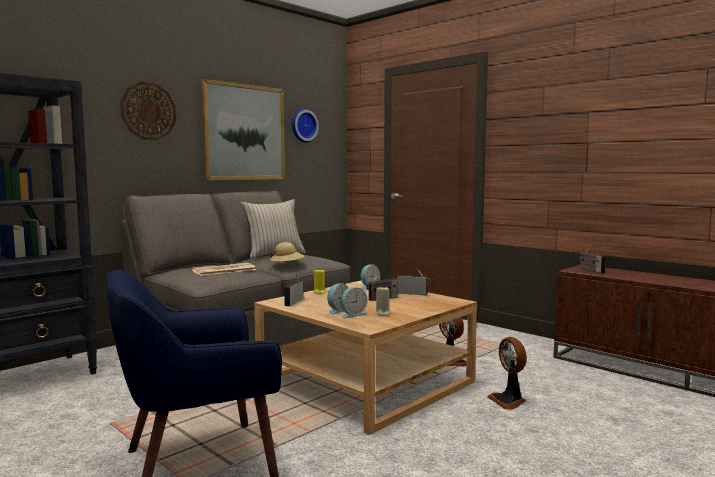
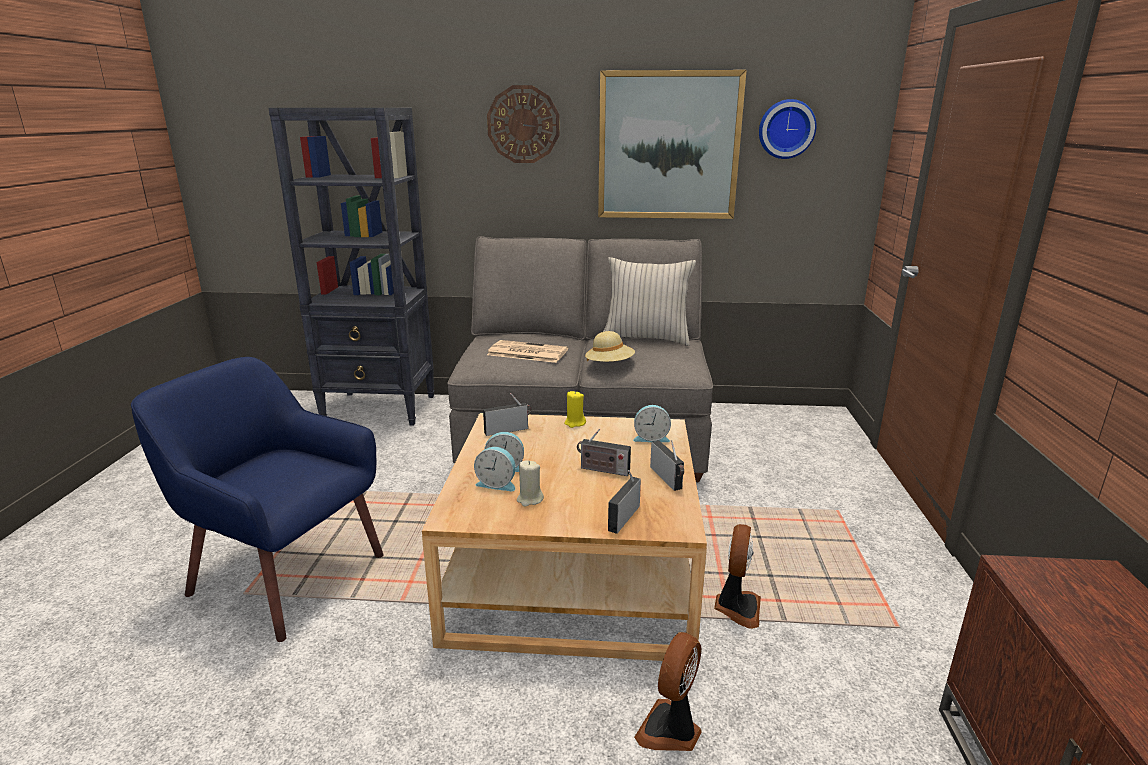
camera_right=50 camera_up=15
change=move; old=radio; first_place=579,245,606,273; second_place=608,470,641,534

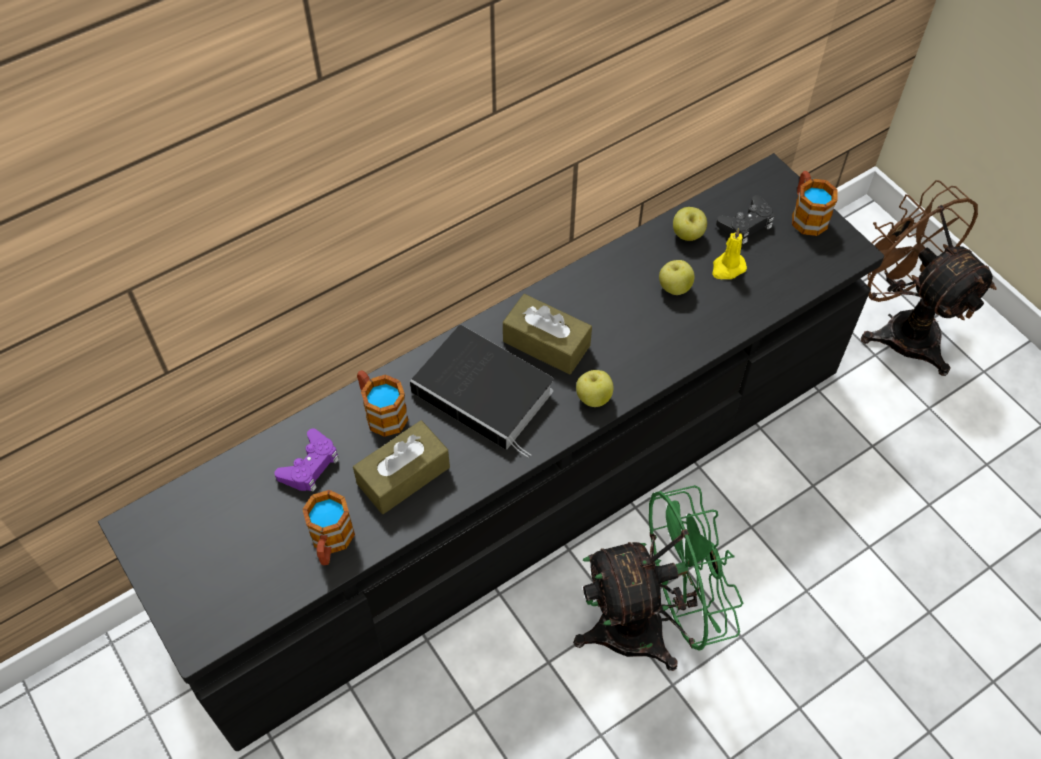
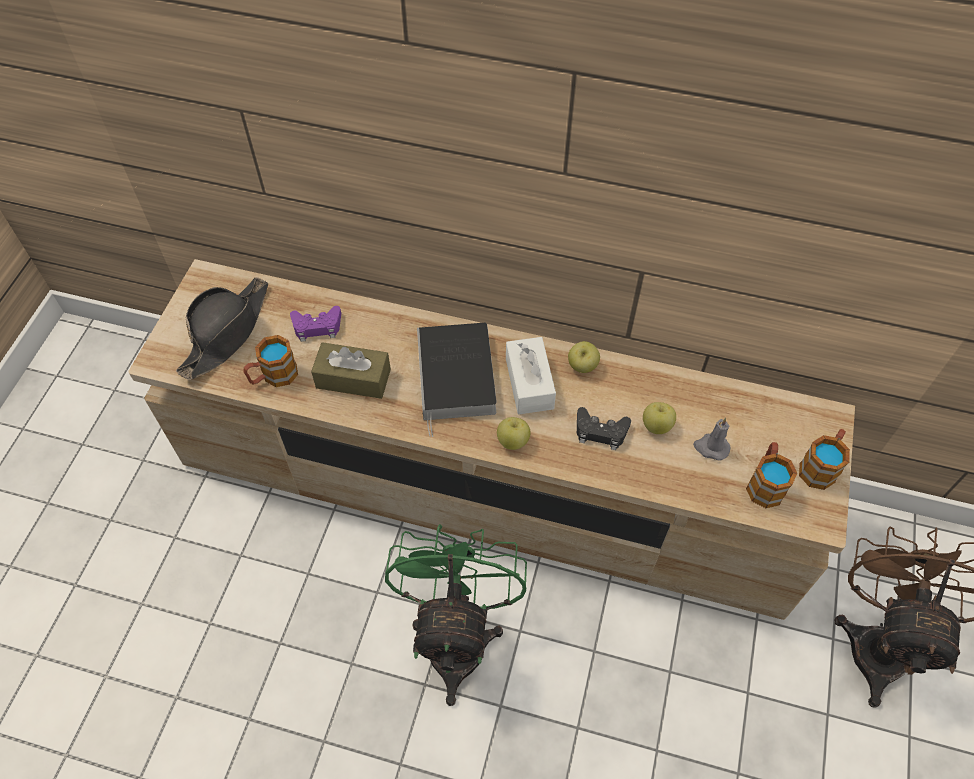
camera_right=50 camera_up=0
change=recolor; old=black tv stand; new=beige tv stand; first_place=98,153,884,751; second_place=129,259,855,620
change=insert; new=black hat; second_place=176,277,268,380
change=rotate; old=green fan; first_place=573,485,743,671; second_place=385,524,527,706; degrees=-120
change=recolor; old=brown tissue box; new=white tissue box; first_place=503,294,592,375; second_place=506,337,556,414
change=move; old=apple; first_place=673,207,707,241; second_place=568,341,600,373
change=move; old=black game controller; first_place=716,195,774,244; second_place=577,407,631,450
change=recolor; old=yellow candle; new=grey candle; first_place=712,228,747,279; second_place=693,418,730,461
change=move; old=mug; first_place=357,370,409,437; second_place=746,442,798,508

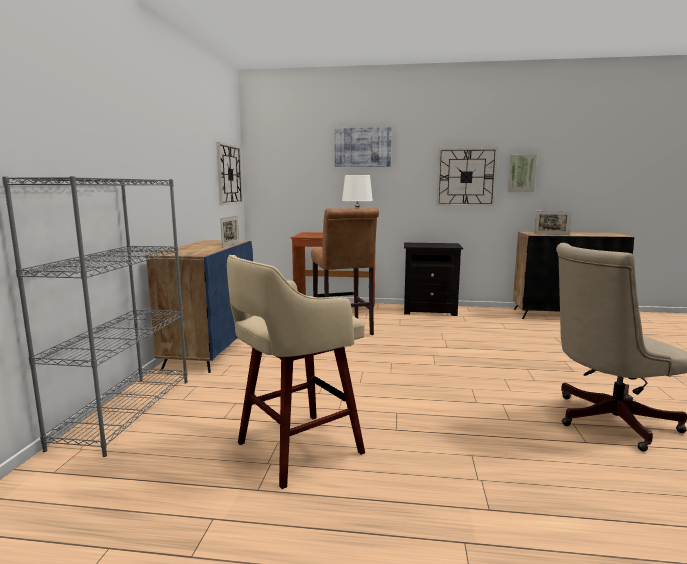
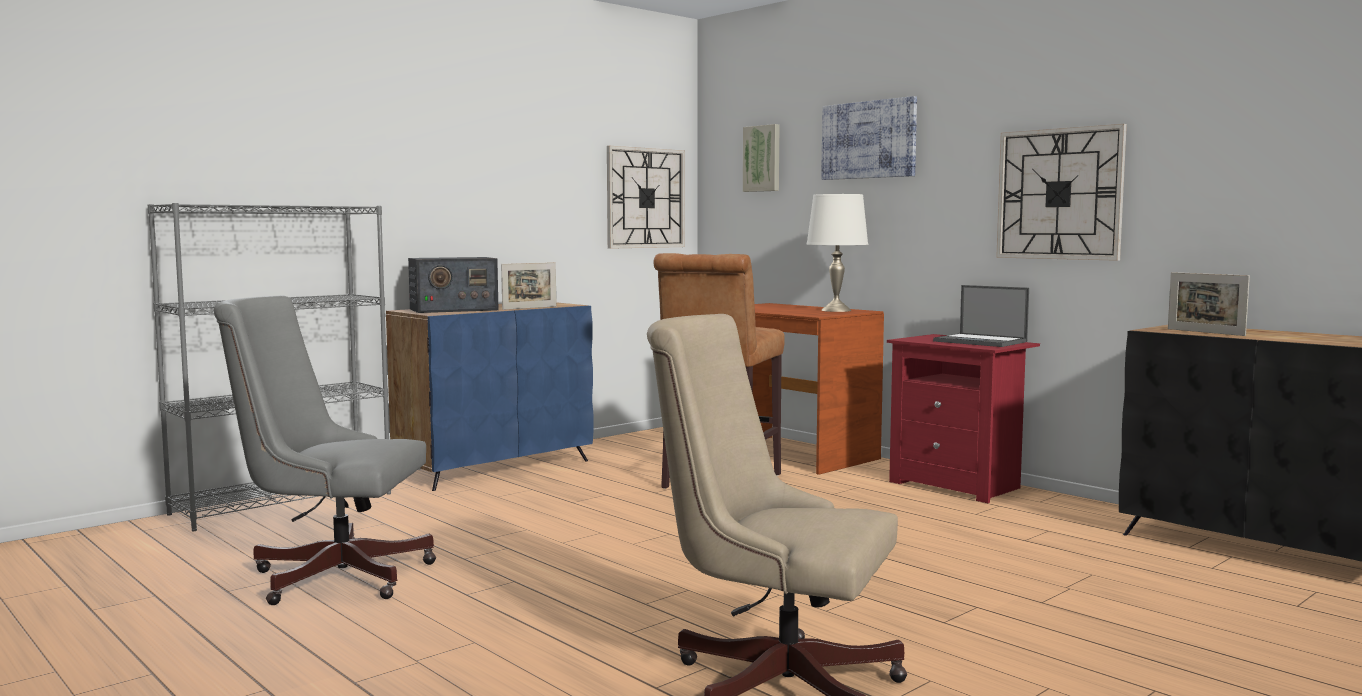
camera_right=40 camera_up=-5
change=replace; old=beige stool; new=grey office chair; first_place=227,255,365,489; second_place=213,295,436,605
change=insert; new=radio; second_place=408,257,499,313
change=move; old=picture; first_place=508,154,537,192; second_place=743,124,779,192
change=recolor; old=black nightstand; new=red nightstand; first_place=404,243,463,316; second_place=887,334,1040,503
change=insert; new=laptop; second_place=933,285,1029,347

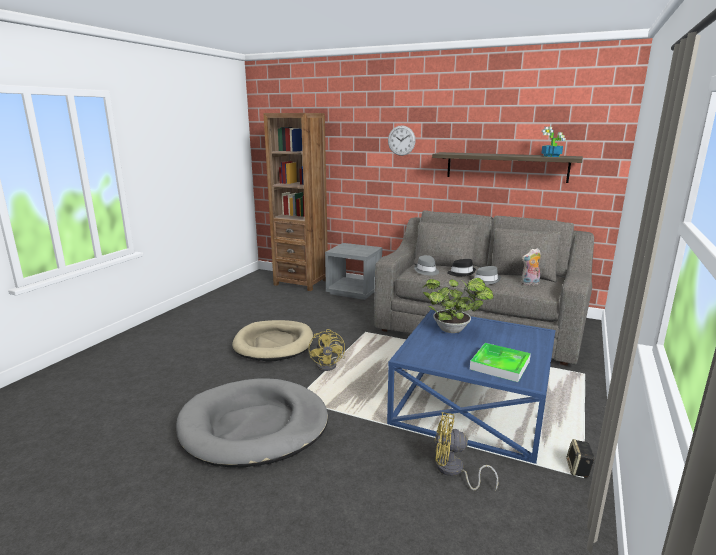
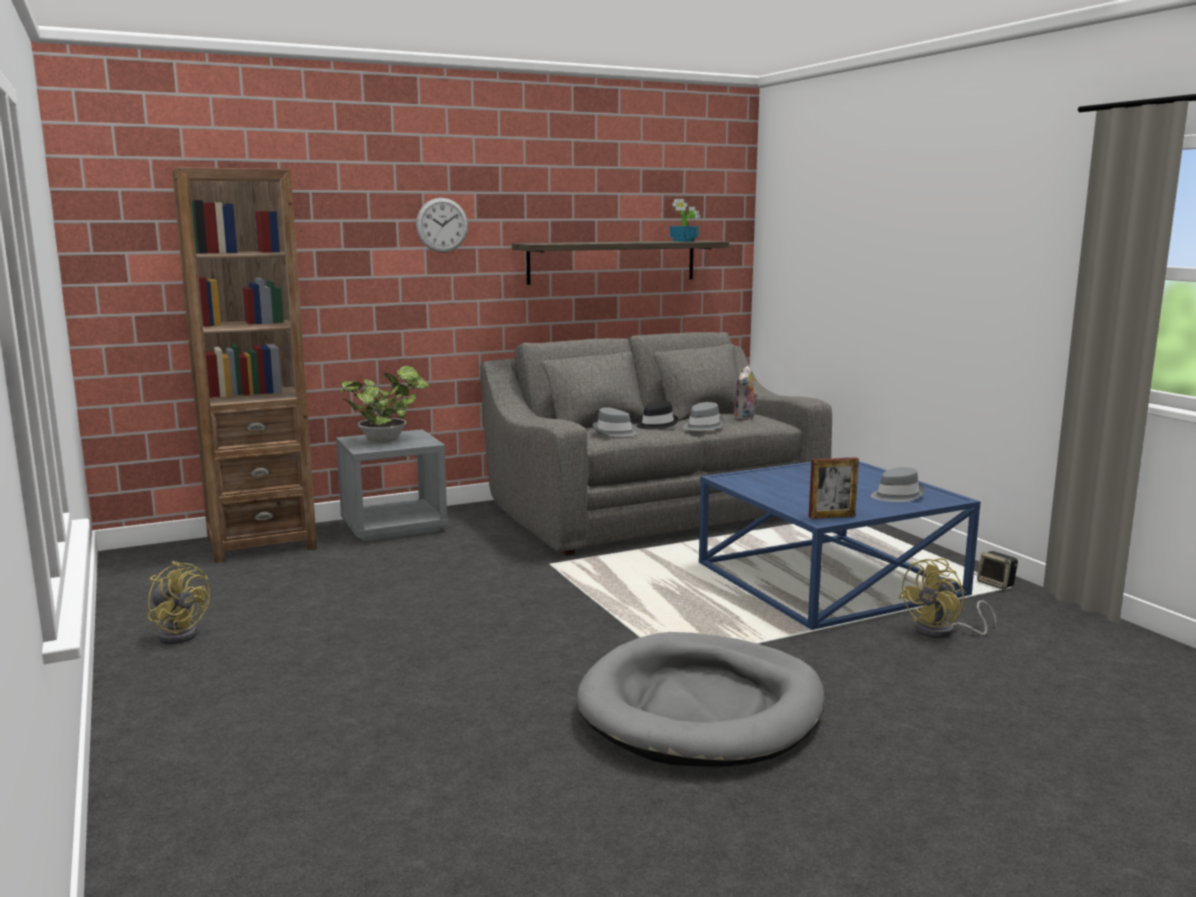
camera_right=-50 camera_up=-5
change=move; old=yellow fan; first_place=309,329,345,371; second_place=148,561,210,644
change=move; old=potted plant; first_place=423,278,493,333; second_place=340,366,429,443
change=insert; new=picture frame; second_place=809,457,859,519
change=replace; old=tray; new=grey hat; first_place=470,343,531,382; second_place=871,467,925,502
change=delete; old=beige dog bed; first_place=232,320,313,362

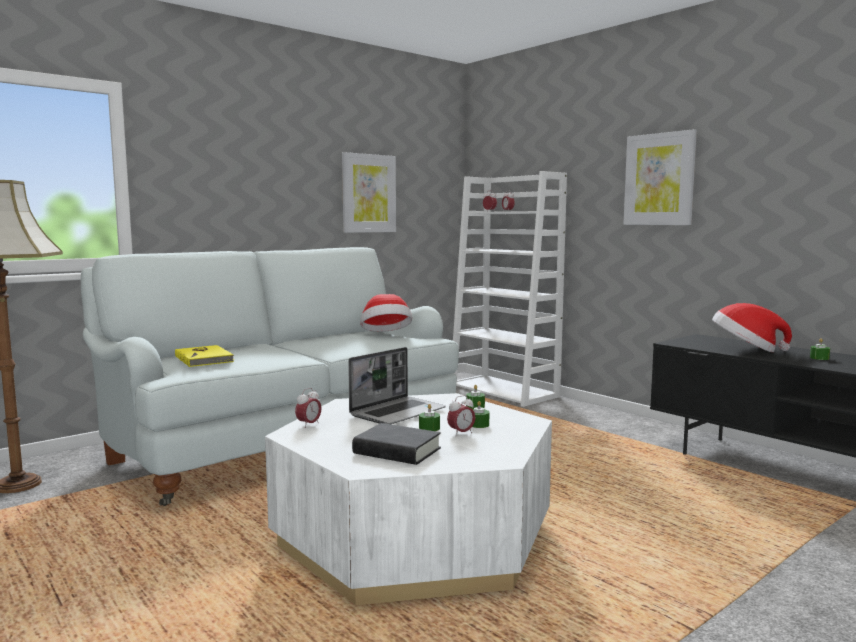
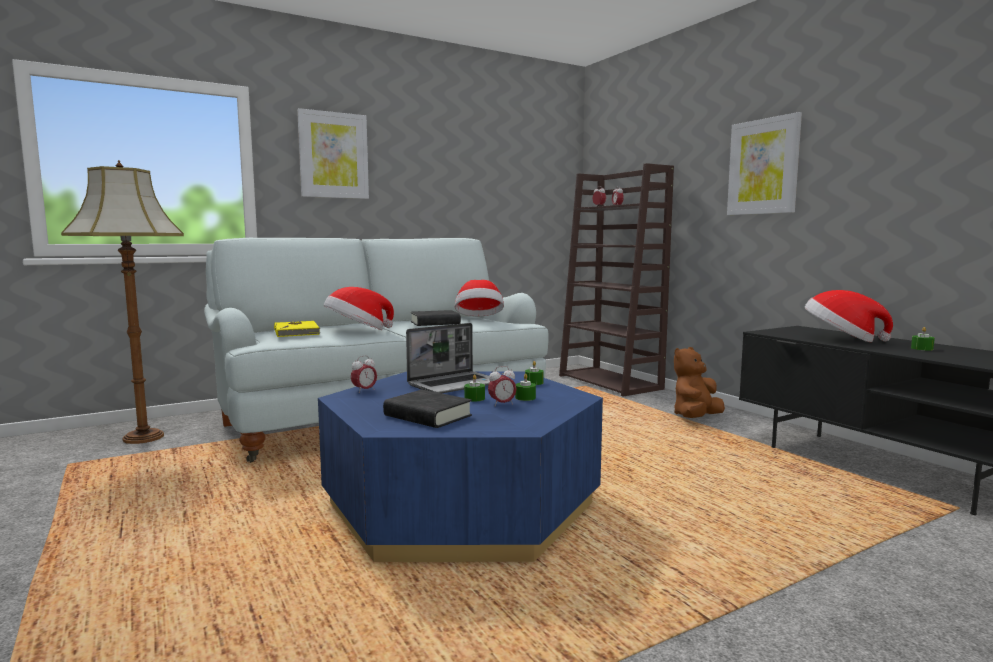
camera_right=10 camera_up=0
change=move; old=picture; first_place=342,152,396,233; second_place=297,108,369,199
change=recolor; old=white coffee table; new=blue coffee table; first_place=265,393,552,605; second_place=318,371,603,562
change=insert; new=hat; second_place=324,287,394,330
change=insert; new=black book; second_place=411,310,461,326
change=recolor; old=white bookcase; new=brown bookcase; first_place=453,171,567,407; second_place=559,163,674,397
change=insert; new=brown plush toy; second_place=674,347,725,418

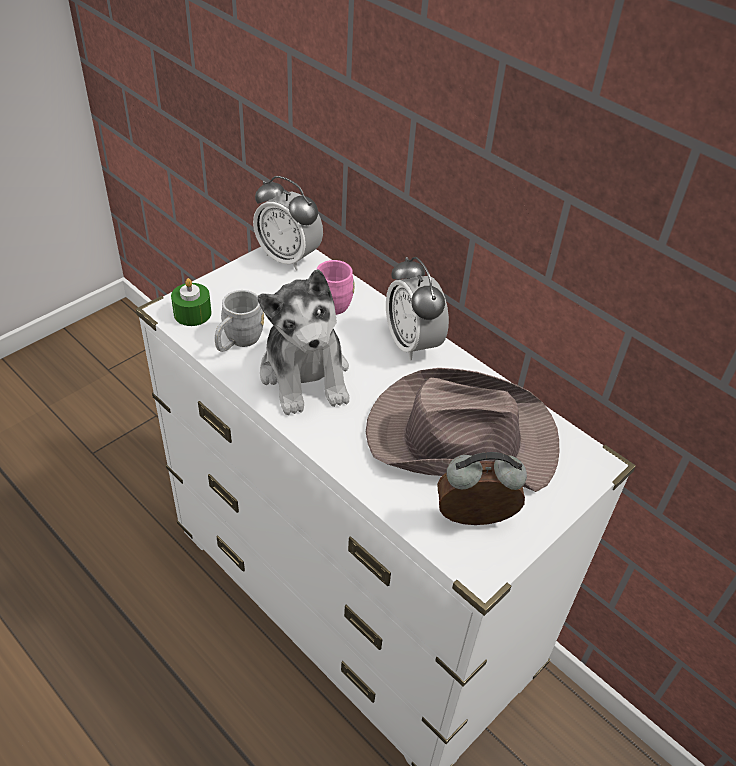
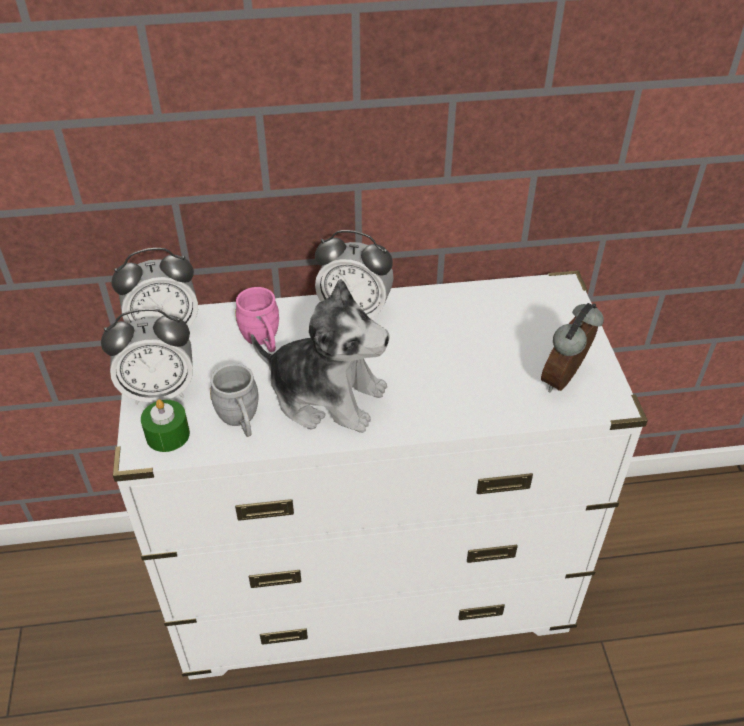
camera_right=-50 camera_up=0
change=insert; new=alarm clock; second_place=101,309,193,405
change=delete; old=brown hat; first_place=366,368,559,492

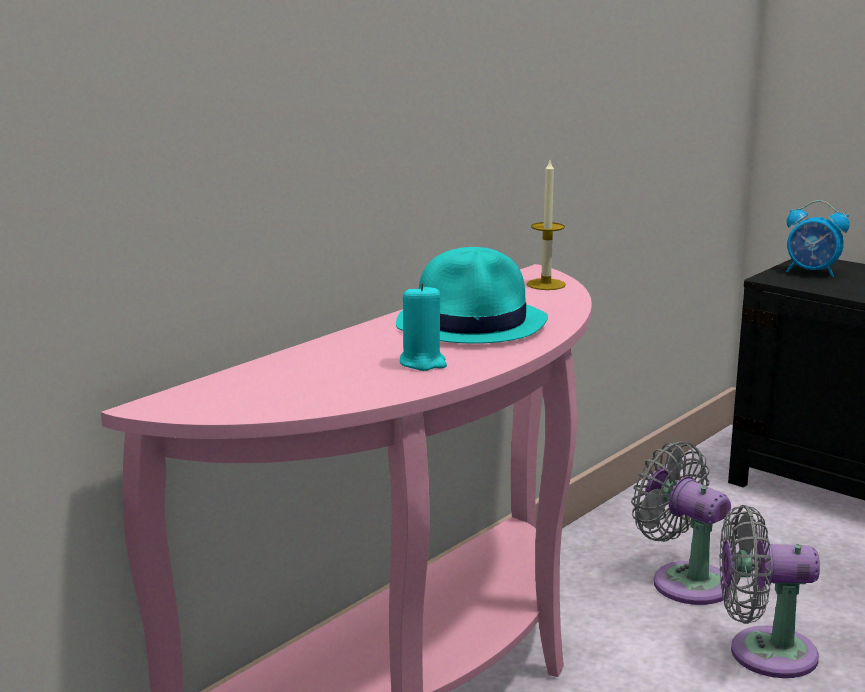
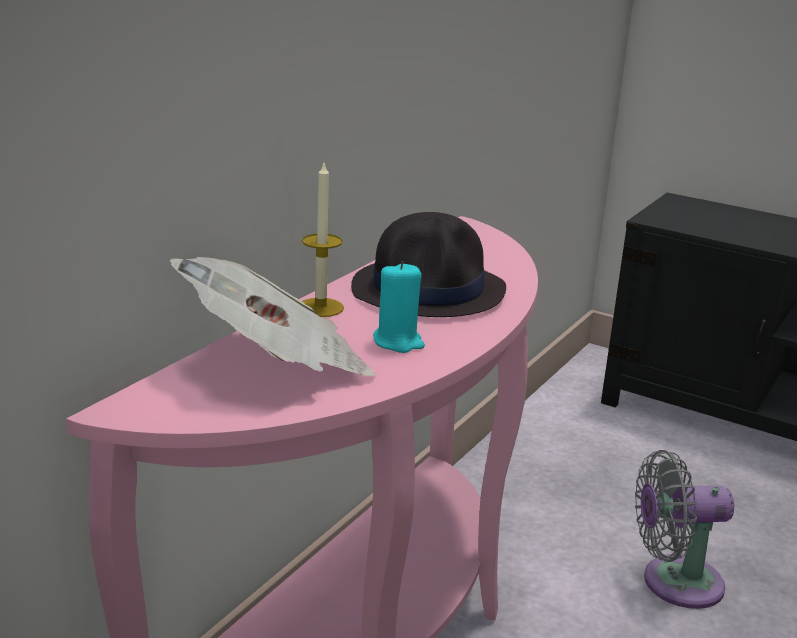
camera_right=-10 camera_up=5
change=insert; new=newspaper; second_place=170,257,377,376
change=move; old=candle; first_place=527,160,566,290; second_place=302,163,344,317
change=recolor; old=turquoise hat; new=black hat; first_place=396,247,548,344; second_place=351,212,506,317
change=delete; old=grey fan; first_place=631,441,732,605
change=delete; old=alarm clock; first_place=786,200,850,277

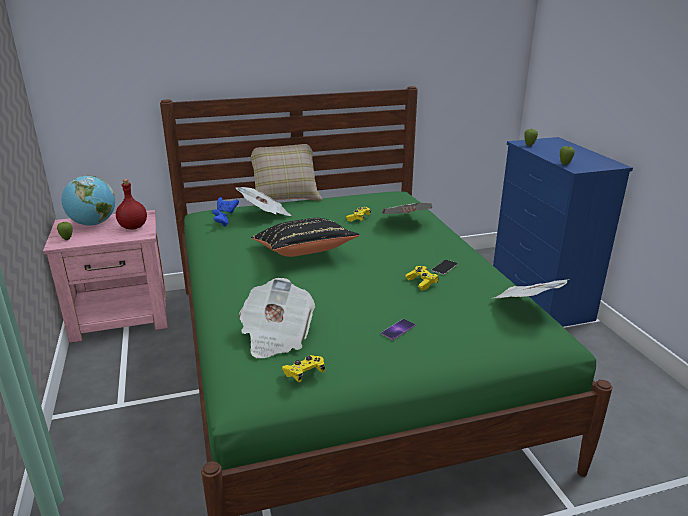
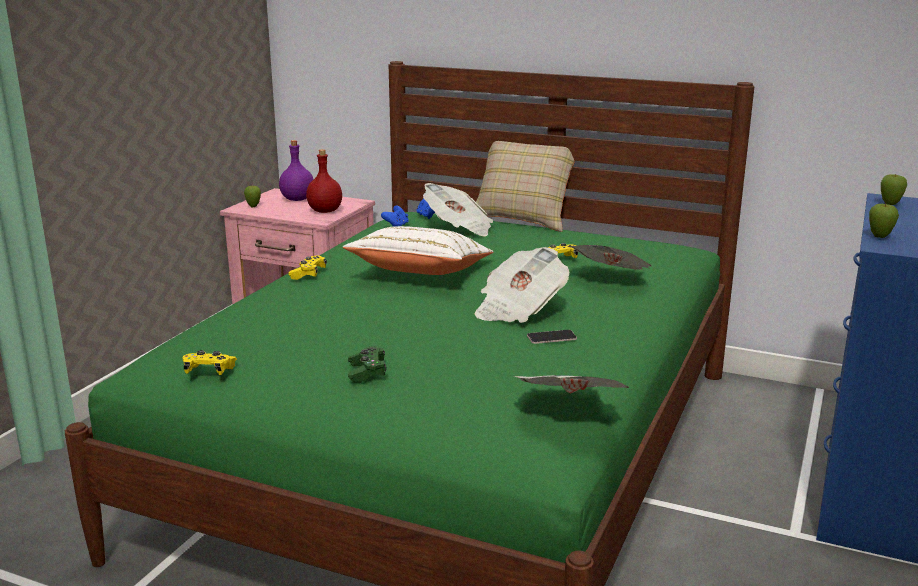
camera_right=40 camera_up=-5
change=replace; old=globe; new=purple bottle; first_place=62,176,115,226; second_place=279,140,314,201
change=move; old=yellow game controller; first_place=405,266,439,290; second_place=288,255,327,280
change=recolor; old=black pillow; new=white pillow; first_place=251,218,360,257; second_place=343,226,493,275
change=replace; old=phone; new=green game controller; first_place=381,319,416,340; second_place=348,346,386,383
change=move; old=newspaper; first_place=239,278,315,358; second_place=475,247,569,323

